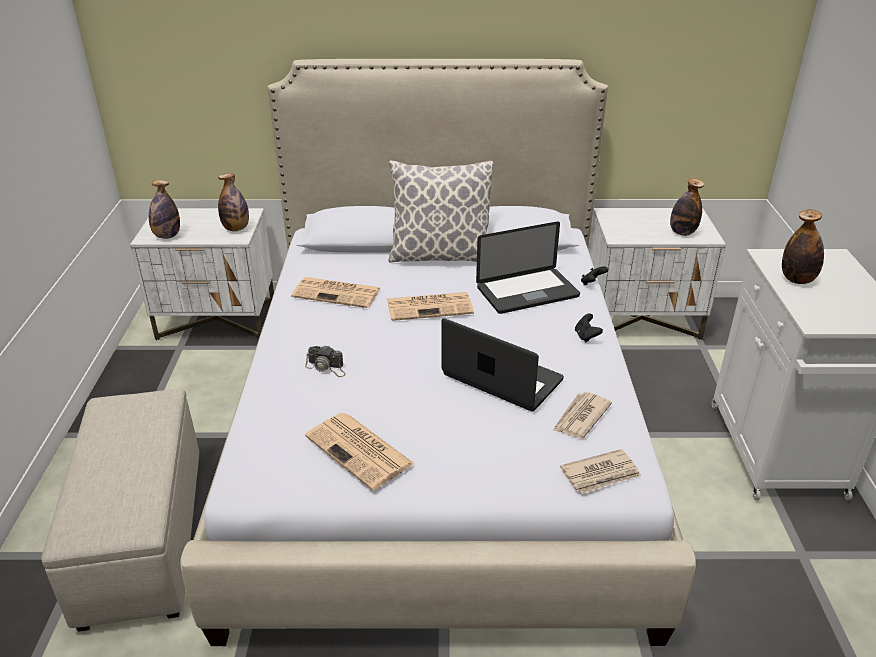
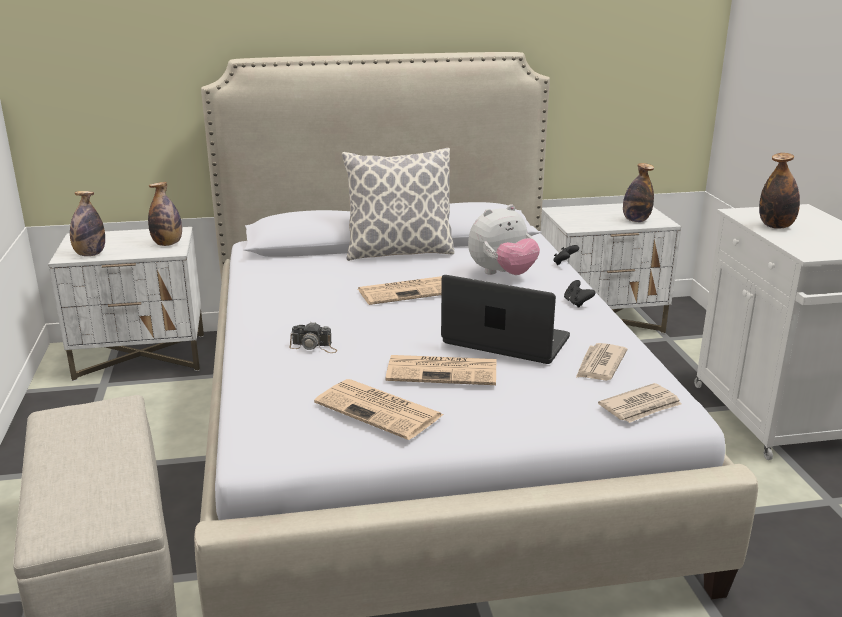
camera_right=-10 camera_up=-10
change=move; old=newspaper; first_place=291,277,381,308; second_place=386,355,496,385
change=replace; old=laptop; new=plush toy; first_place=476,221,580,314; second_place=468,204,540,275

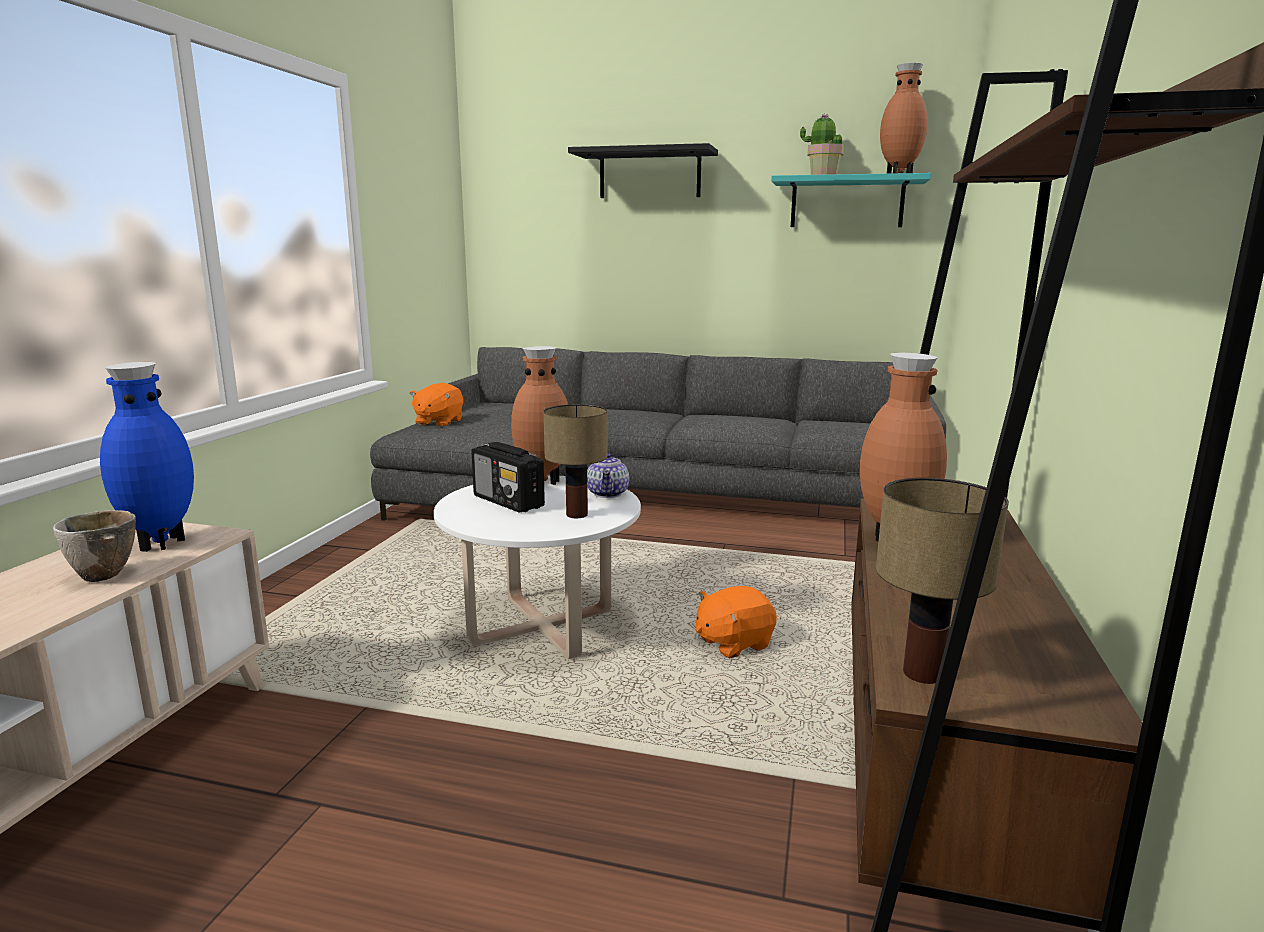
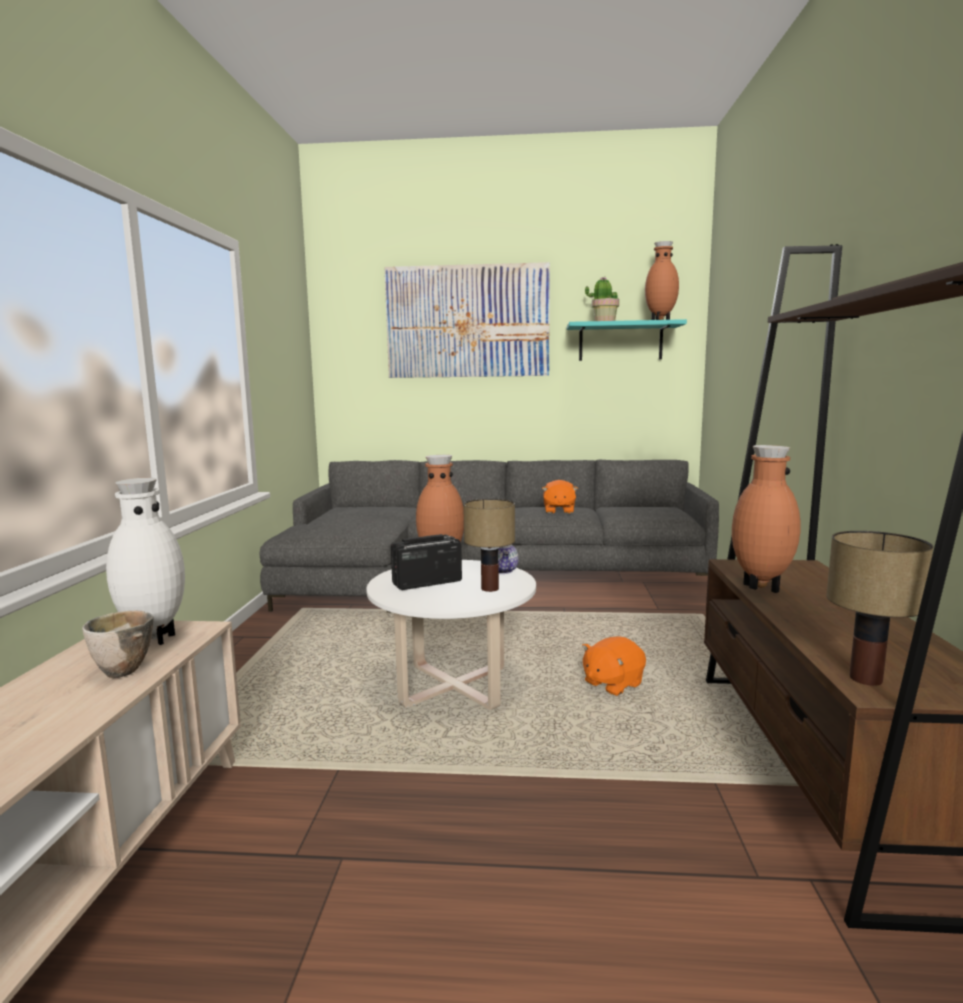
camera_right=-10 camera_up=-5
change=recolor; old=blue vase; new=white vase; first_place=100,362,194,552; second_place=106,478,185,645
change=replace; old=black shelf; new=picture; first_place=568,143,718,198; second_place=385,262,550,378
change=rotate; old=radio; first_place=471,442,545,513; second_place=391,534,462,590; degrees=120
change=move; old=orange plush toy; first_place=410,383,463,427; second_place=542,480,578,514

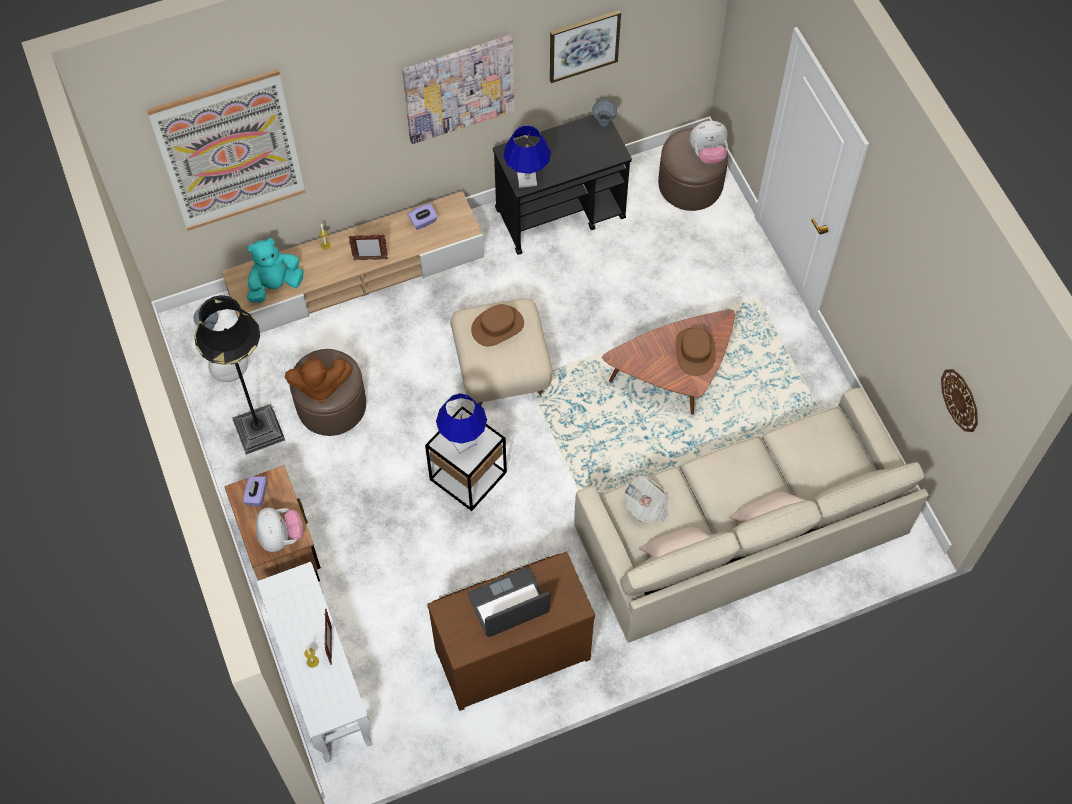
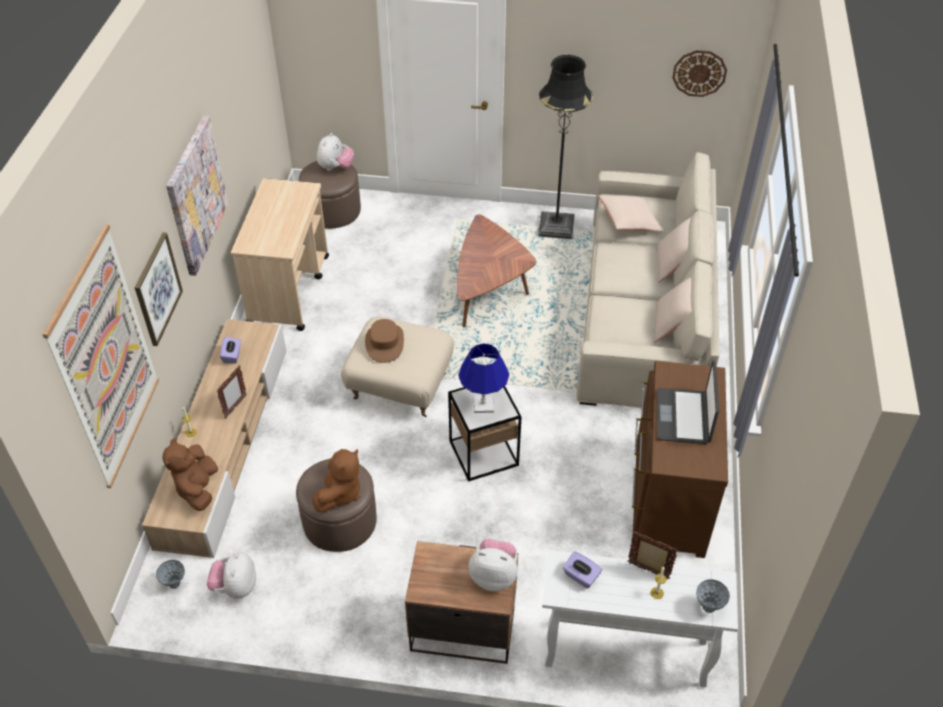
camera_right=-60 camera_up=-15
change=move; old=picture; first_place=550,10,621,83; second_place=135,233,183,346
change=recolor; old=turquoise plush toy; new=brown plush toy; first_place=247,238,303,303; second_place=162,438,218,511
change=recolor; old=black cart; new=beige cart; first_place=493,115,632,255; second_place=231,178,329,331
change=move; old=black floor lamp; first_place=194,295,285,455; second_place=538,55,593,239
change=move; old=purple tissue box; first_place=243,476,267,507; second_place=563,551,602,588
change=insert; new=beige pillow; second_place=599,195,663,232
change=move; old=grey vase; first_place=592,100,617,127; second_place=696,579,730,613
change=delete; old=blue table lamp; first_place=503,125,551,188
change=delete; old=newspaper; first_place=624,476,669,523
change=delete; old=brown hat; first_place=676,328,716,376

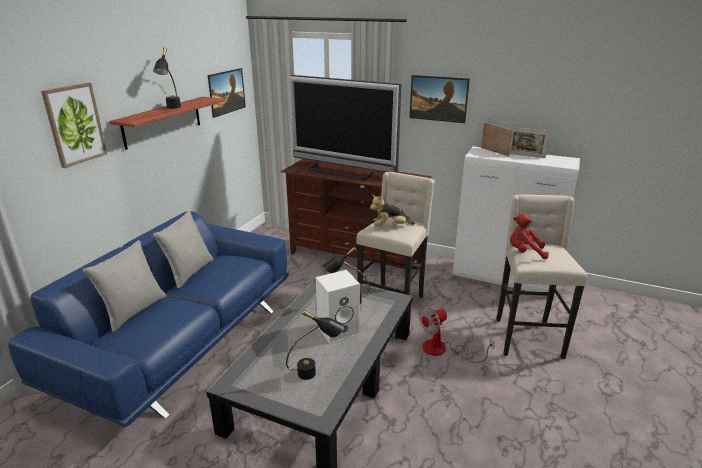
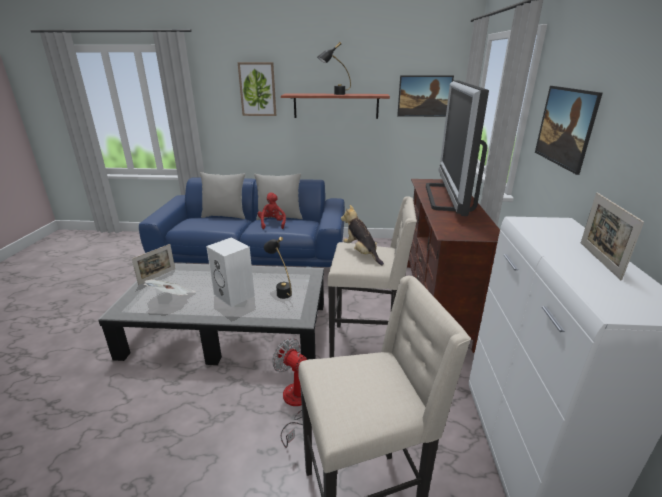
camera_right=70 camera_up=0
change=move; old=picture frame; first_place=481,122,513,157; second_place=132,244,175,285
change=replace; old=black table lamp; new=newspaper; first_place=286,310,344,380; second_place=144,279,196,296
change=move; old=red plush toy; first_place=510,214,549,259; second_place=258,193,286,229

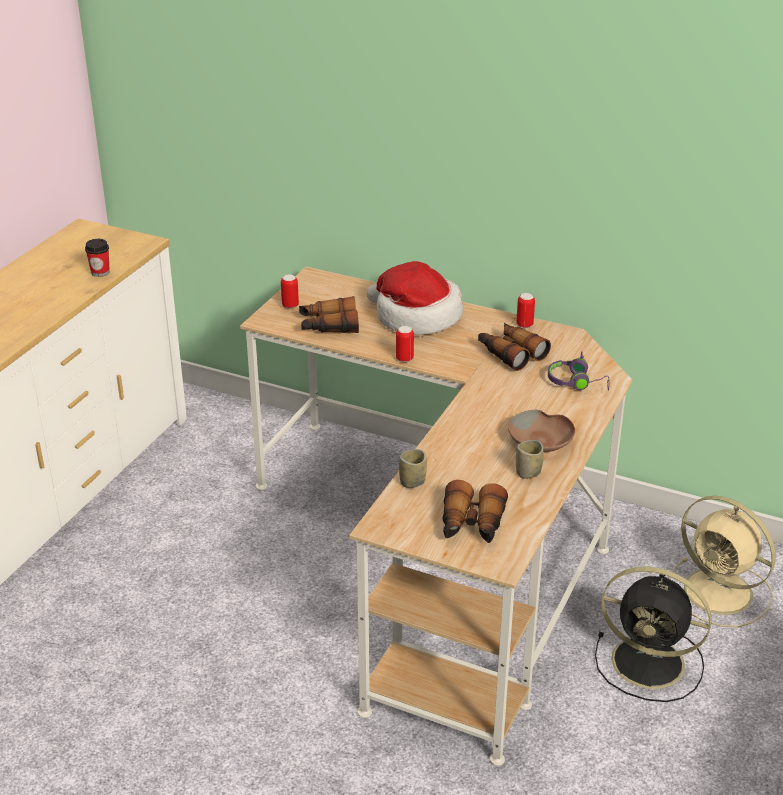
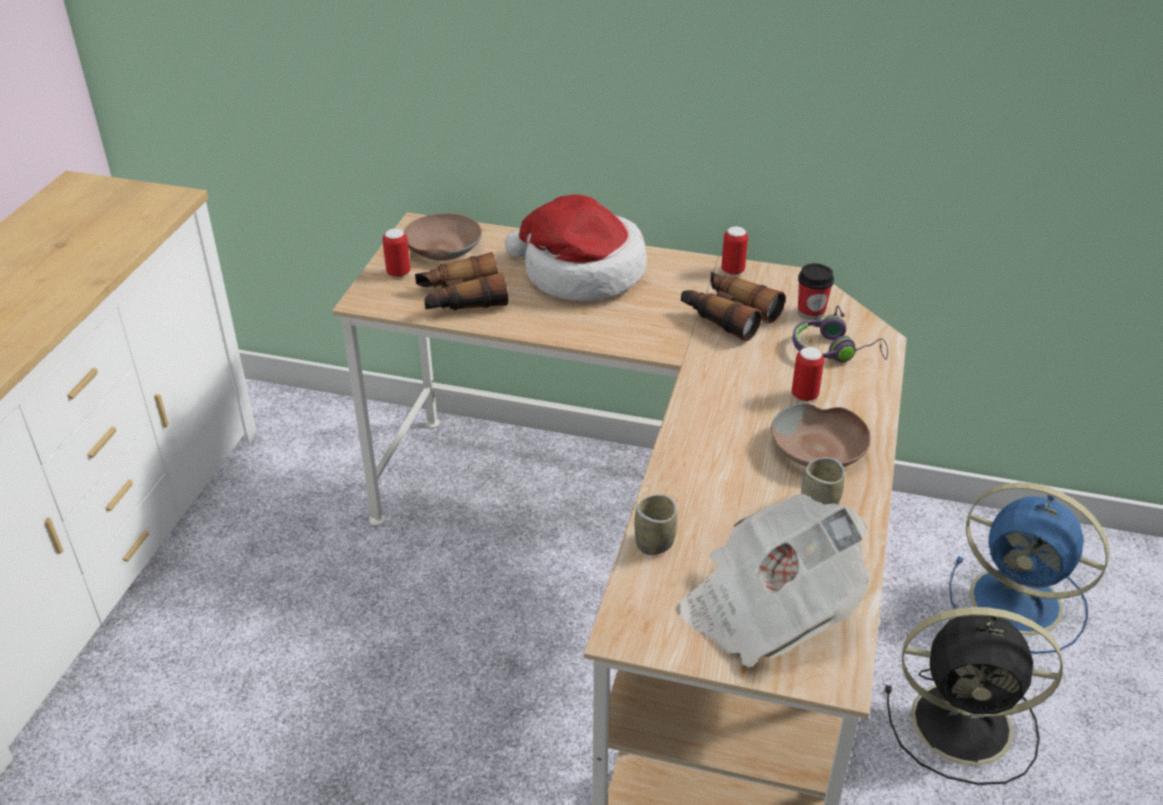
camera_right=-10 camera_up=5
change=insert; new=brown bowl; second_place=403,213,482,261
change=replace; old=binoculars; new=newspaper; first_place=443,480,508,543; second_place=679,494,870,667
change=move; old=can; first_place=396,326,414,362; second_place=792,347,824,402
change=move; old=cup; first_place=85,239,109,277; second_place=798,263,834,321
change=recolor; old=beige fan; new=blue fan; first_place=669,496,776,627; second_place=949,483,1109,654

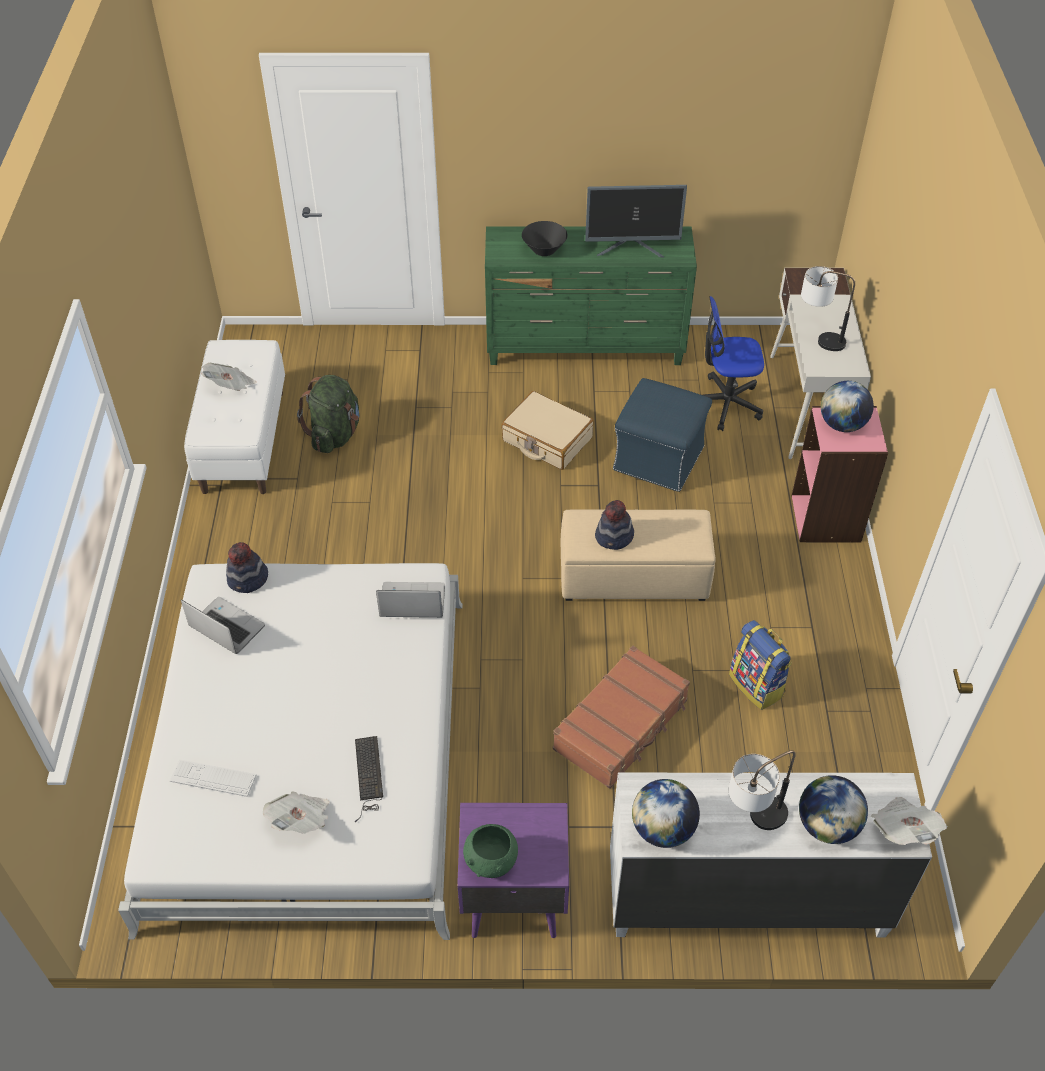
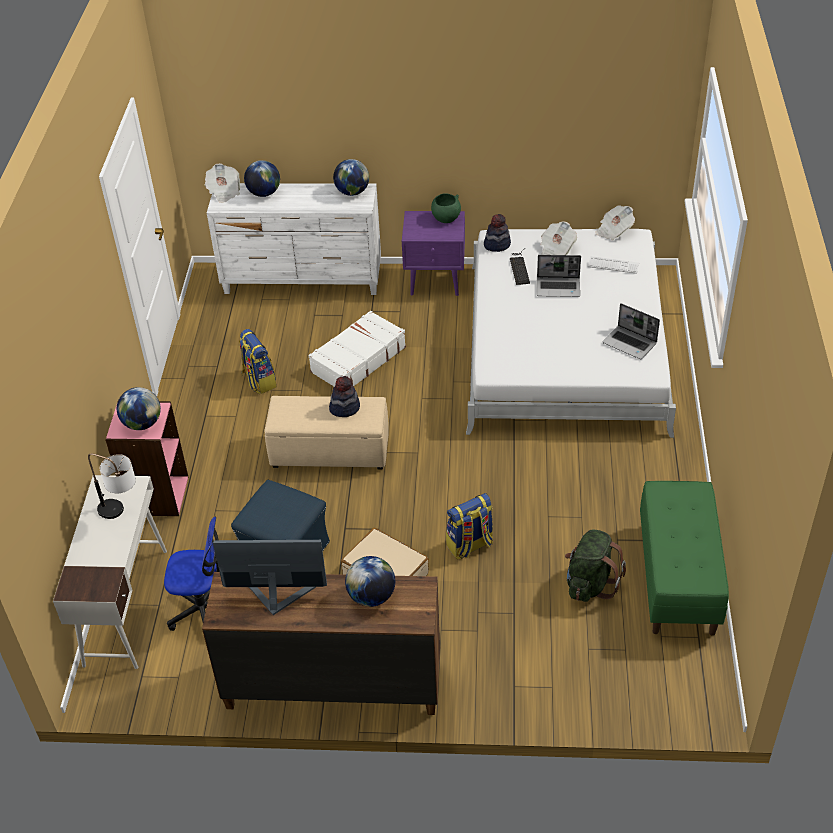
camera_right=-175 camera_up=-5
change=recolor; old=green dresser; new=brown dresser; first_place=485,226,697,365; second_place=202,572,440,715
change=recolor; old=brown suitcase; new=white suitcase; first_place=553,646,690,789; second_place=309,311,406,387
change=replace; old=black bowl; new=globe; first_place=522,221,567,256; second_place=345,556,395,607
change=insert; new=backpack; second_place=446,493,493,560
change=move; old=hat; first_place=226,542,268,593; second_place=484,214,511,252
change=move; old=laptop; first_place=376,582,445,618; second_place=537,255,581,297
change=move; old=newspaper; first_place=201,363,257,391; second_place=595,206,635,240
change=recolor; old=white bench; new=green bench; first_place=184,340,285,494; second_place=640,481,729,636
change=delete; old=table lamp; first_place=729,751,796,830

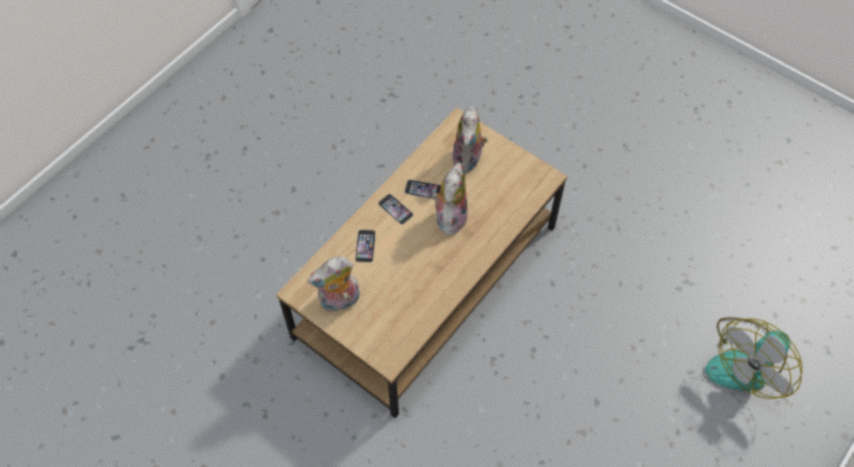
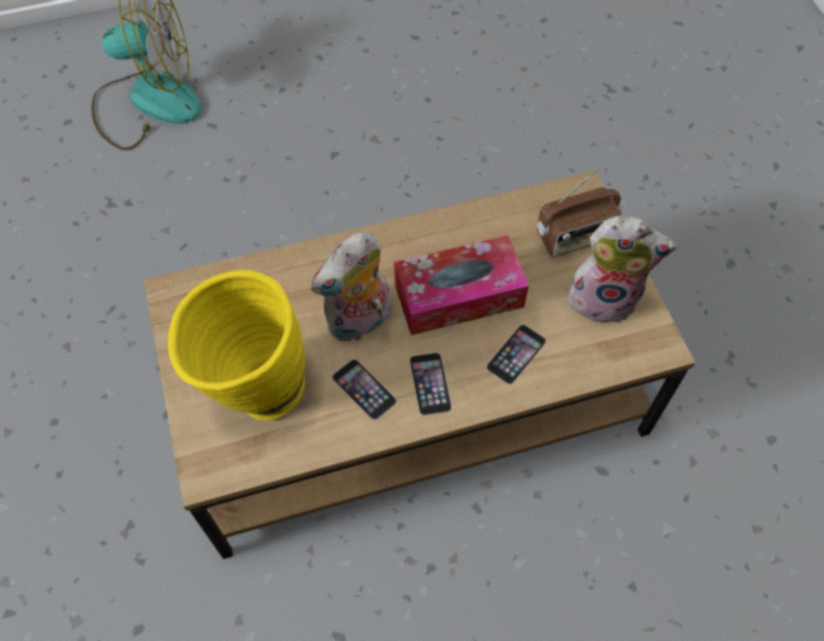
camera_right=-145 camera_up=0
change=replace; old=plush toy; new=yellow vase; first_place=452,106,488,173; second_place=168,270,305,421
change=insert; new=tissue box; second_place=394,235,529,335
change=insert; new=radio; second_place=537,169,622,258

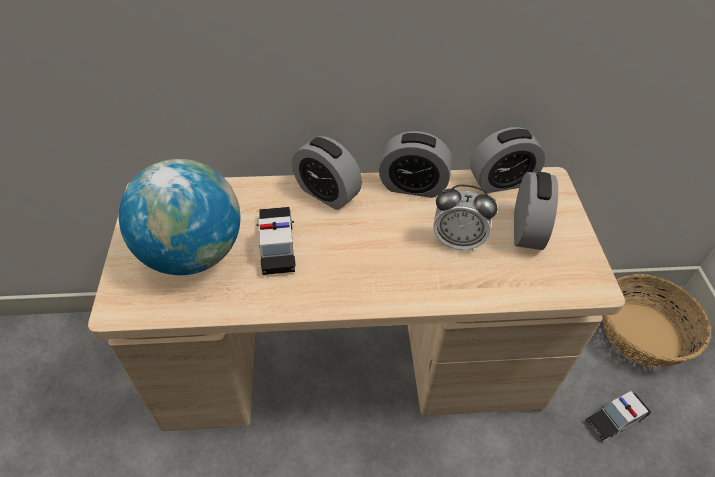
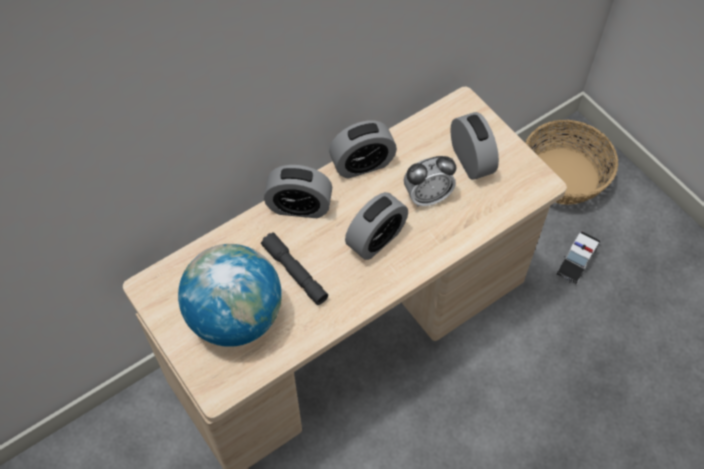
camera_right=-30 camera_up=10
change=replace; old=toy car; new=grey flashlight; first_place=256,207,296,275; second_place=261,232,328,305
change=move; old=alarm clock; first_place=470,127,546,193; second_place=345,192,408,260

